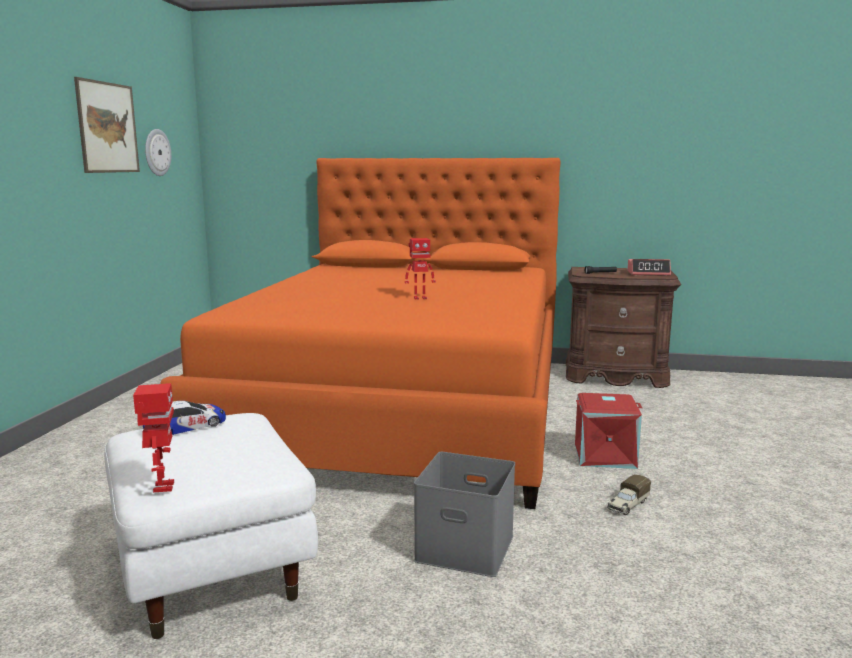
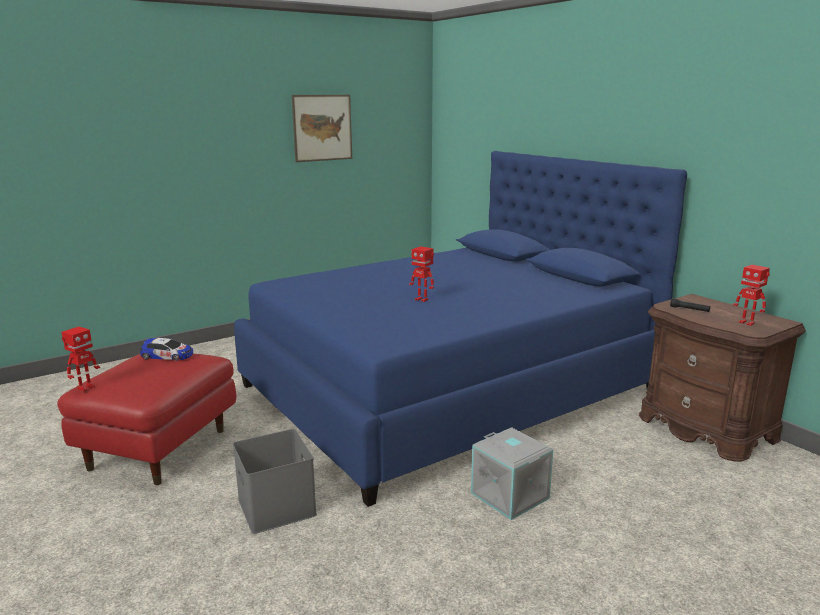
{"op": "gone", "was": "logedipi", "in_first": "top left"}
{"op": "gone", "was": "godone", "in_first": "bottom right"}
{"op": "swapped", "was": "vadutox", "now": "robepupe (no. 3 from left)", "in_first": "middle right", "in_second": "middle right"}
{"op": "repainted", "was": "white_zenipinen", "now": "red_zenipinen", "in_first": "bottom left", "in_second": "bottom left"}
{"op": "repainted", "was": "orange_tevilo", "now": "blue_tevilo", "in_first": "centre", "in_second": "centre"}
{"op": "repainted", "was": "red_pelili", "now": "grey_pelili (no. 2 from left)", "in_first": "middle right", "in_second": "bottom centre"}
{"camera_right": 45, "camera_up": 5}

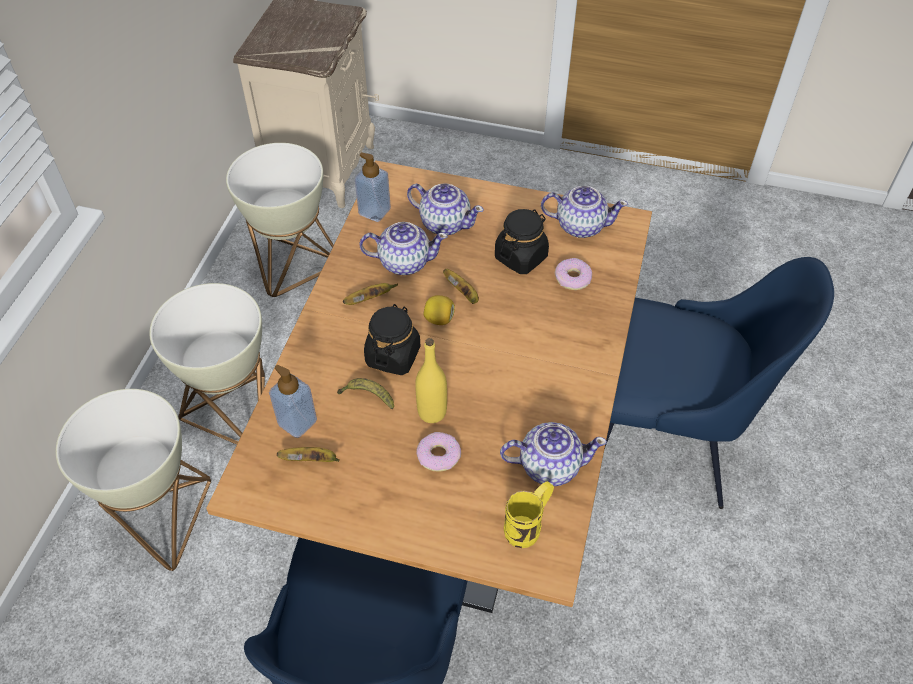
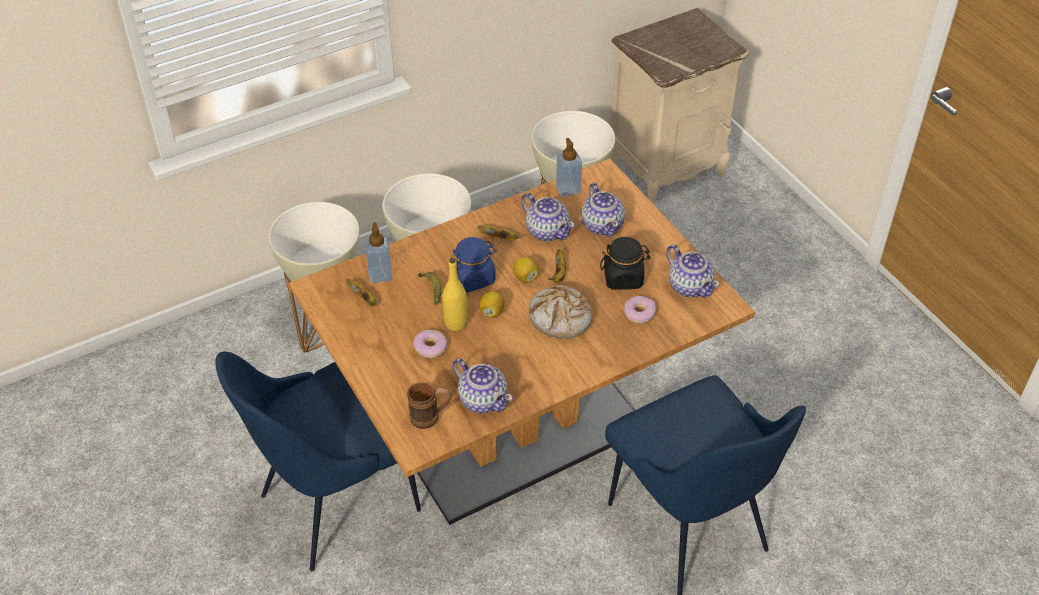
{"op": "new", "now": "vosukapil (no. 1 from left)", "in_second": "centre"}
{"op": "new", "now": "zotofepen", "in_second": "centre"}
{"op": "repainted", "was": "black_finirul (no. 1 from left)", "now": "blue_finirul", "in_first": "centre", "in_second": "centre"}
{"op": "repainted", "was": "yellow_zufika", "now": "brown_zufika", "in_first": "bottom centre", "in_second": "bottom centre"}
{"camera_right": 45, "camera_up": -5}

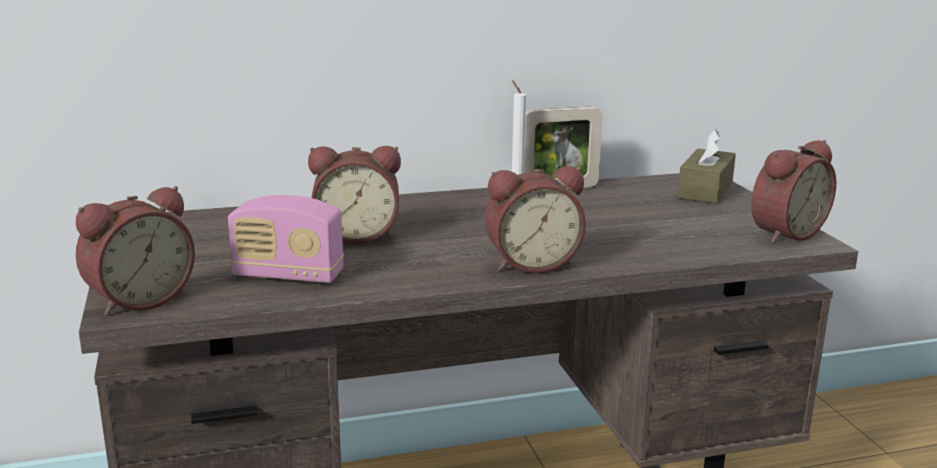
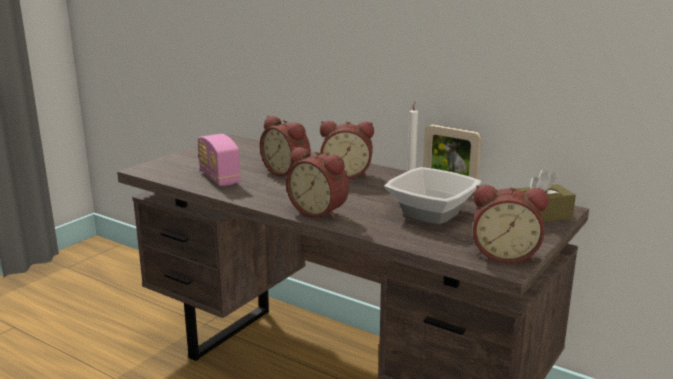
{"op": "new", "now": "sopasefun", "in_second": "centre"}
{"op": "shifted", "was": "vadutox (no. 1 from left in the first image)", "now": "vadutox (no. 3 from left)", "in_first": "middle left", "in_second": "centre"}
{"camera_right": 50, "camera_up": 0}

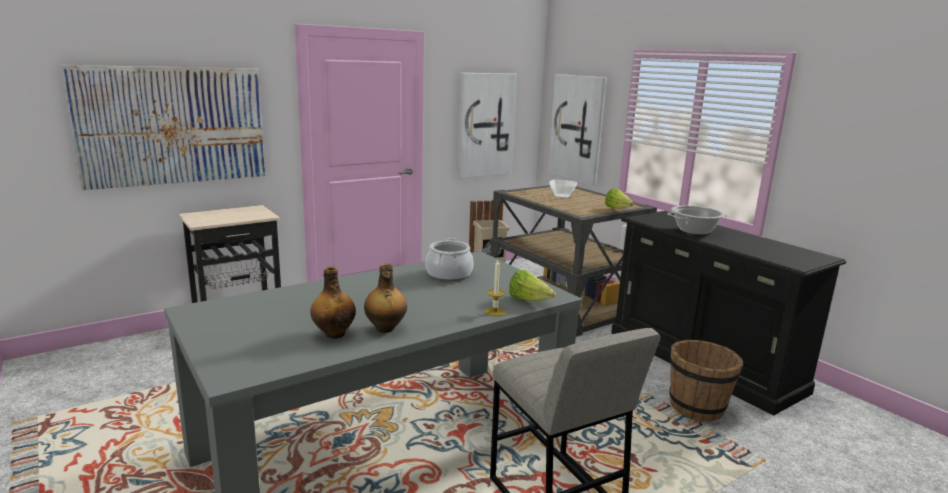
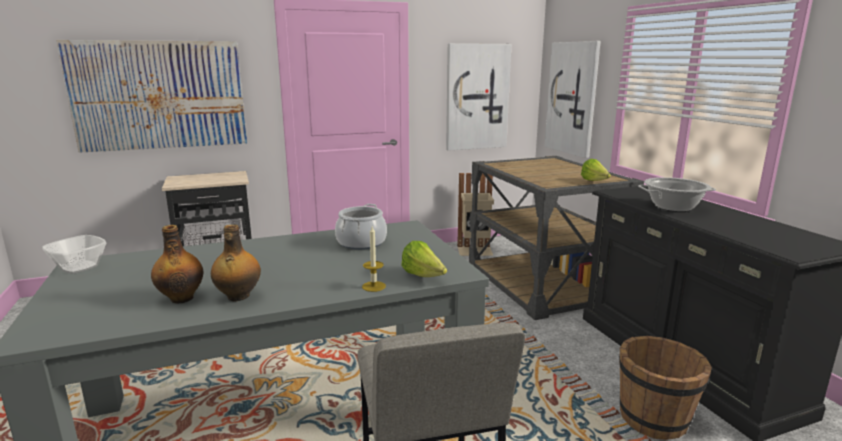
{"op": "shifted", "was": "sopasefun", "in_first": "centre", "in_second": "middle left"}
{"camera_right": 15, "camera_up": 0}

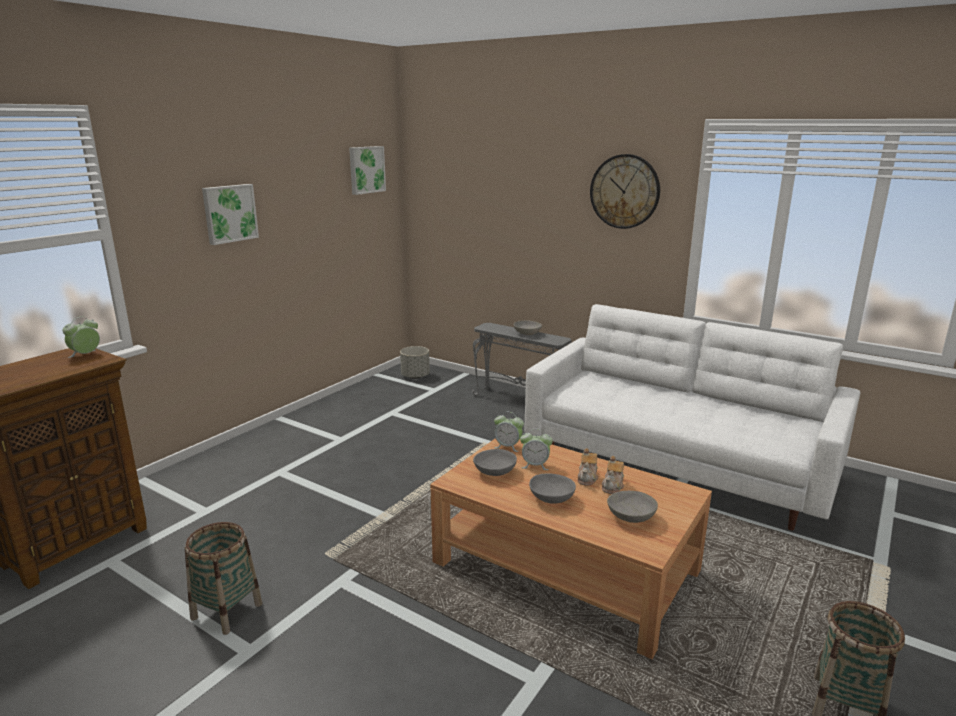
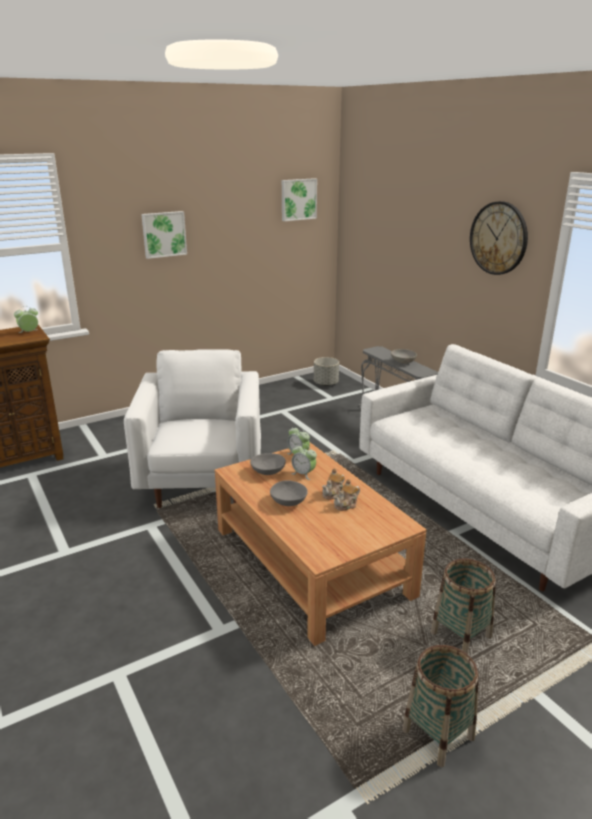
{"op": "gone", "was": "grey_sopasefun (no. 4 from left)", "in_first": "bottom centre"}
{"op": "new", "now": "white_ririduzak", "in_second": "middle left"}
{"op": "shifted", "was": "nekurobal (no. 1 from left in the first image)", "now": "nekurobal (no. 2 from left)", "in_first": "bottom left", "in_second": "bottom right"}
{"camera_right": 25, "camera_up": 5}

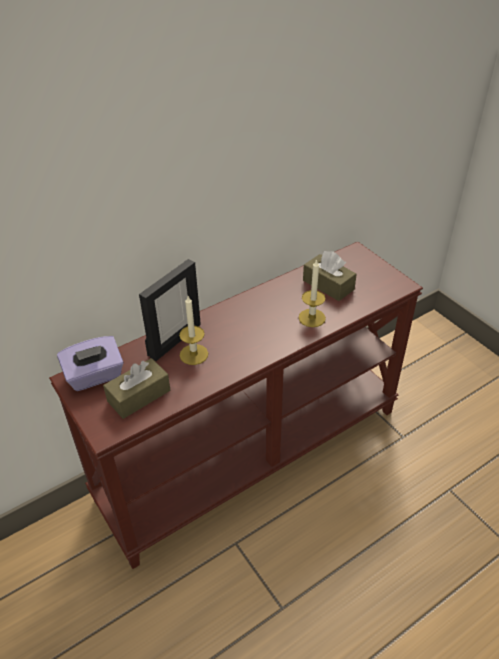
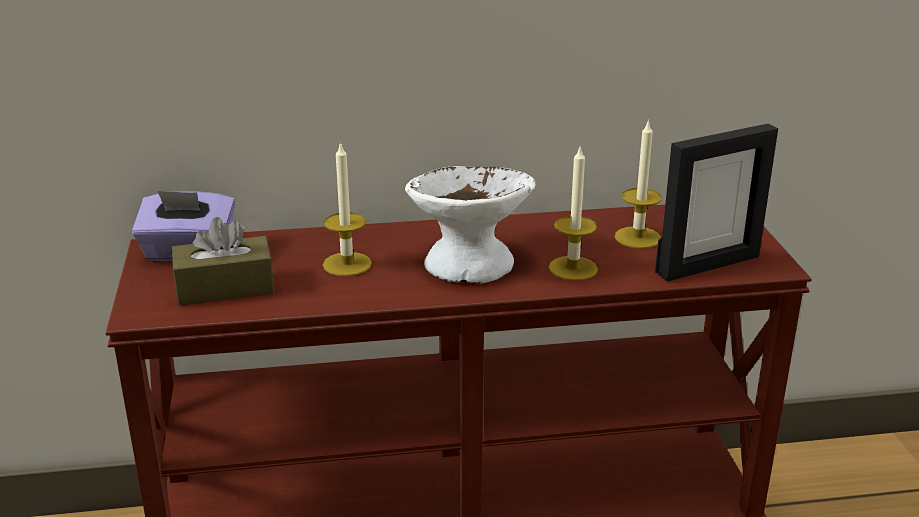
{"op": "new", "now": "white_sopasefun", "in_second": "centre"}
{"op": "shifted", "was": "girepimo", "in_first": "centre", "in_second": "middle right"}
{"op": "swapped", "was": "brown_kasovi (no. 2 from left)", "now": "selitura (no. 3 from left)", "in_first": "centre", "in_second": "middle right"}
{"camera_right": 25, "camera_up": -15}

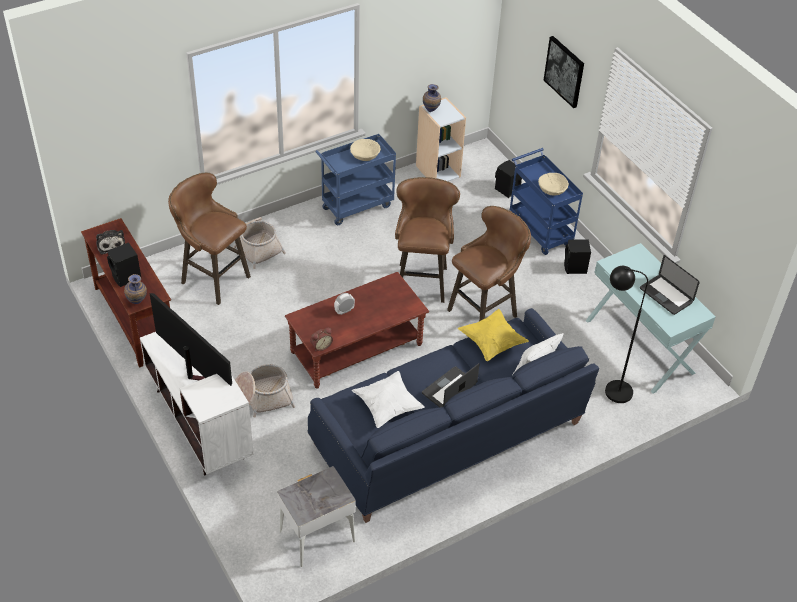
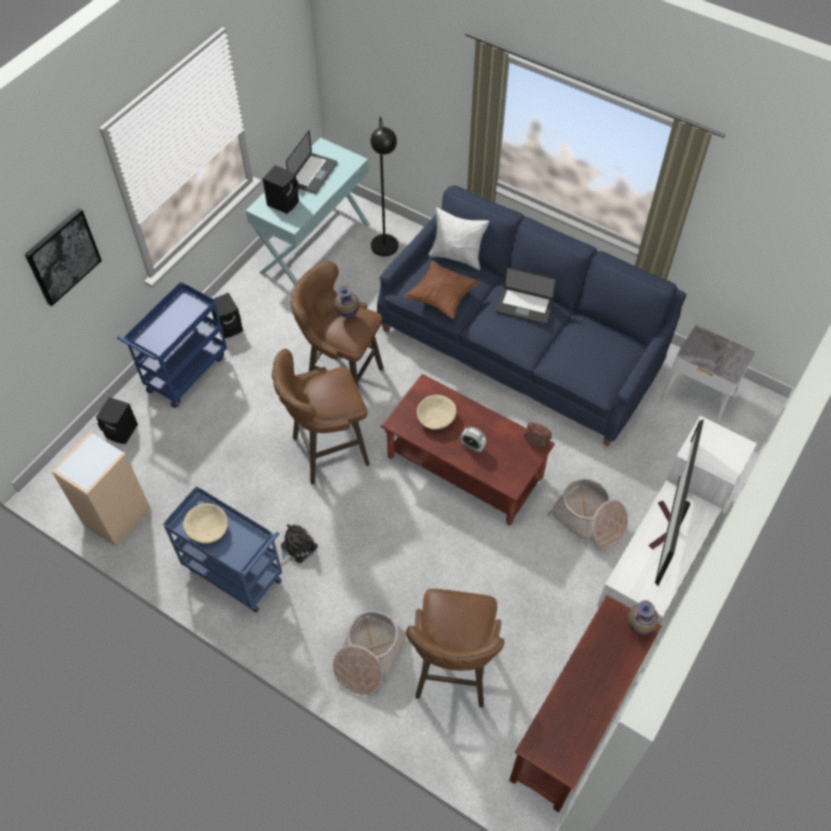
{"op": "gone", "was": "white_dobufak (no. 1 from left)", "in_first": "centre"}
{"op": "shifted", "was": "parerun", "in_first": "middle left", "in_second": "centre"}
{"op": "shifted", "was": "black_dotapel (no. 1 from left in the first image)", "now": "black_dotapel (no. 3 from left)", "in_first": "middle left", "in_second": "top centre"}
{"op": "shifted", "was": "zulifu (no. 2 from left in the first image)", "now": "zulifu (no. 1 from left)", "in_first": "top centre", "in_second": "centre"}
{"op": "shifted", "was": "beige_sopasefun (no. 2 from left)", "in_first": "top right", "in_second": "centre"}
{"op": "repainted", "was": "yellow_dobufak", "now": "brown_dobufak", "in_first": "centre", "in_second": "centre"}
{"camera_right": -115, "camera_up": 10}

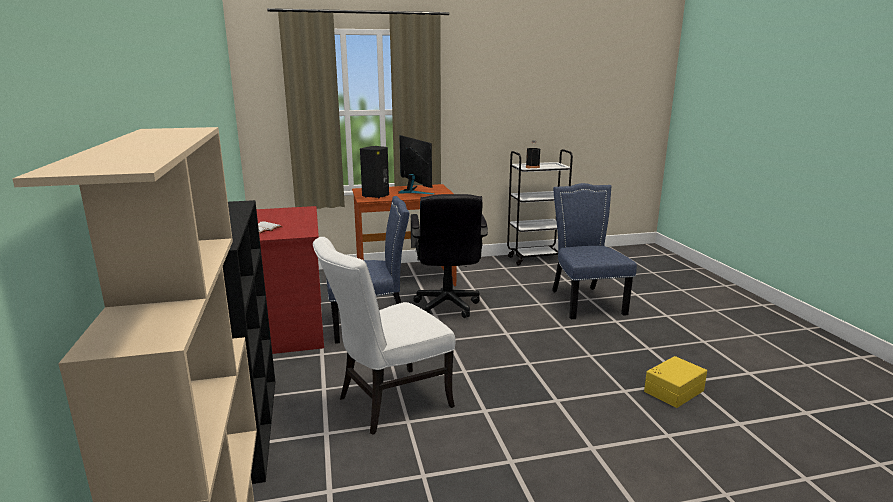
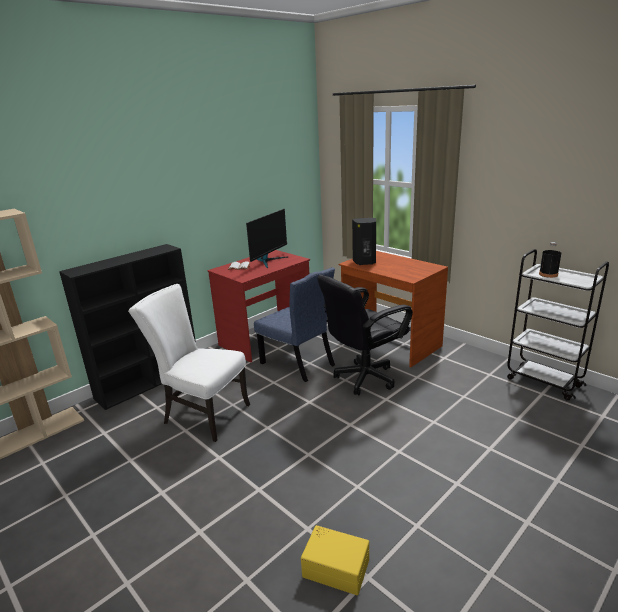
{"op": "gone", "was": "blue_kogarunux (no. 2 from left)", "in_first": "centre"}
{"op": "shifted", "was": "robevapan", "in_first": "top centre", "in_second": "centre"}
{"camera_right": 60, "camera_up": 5}

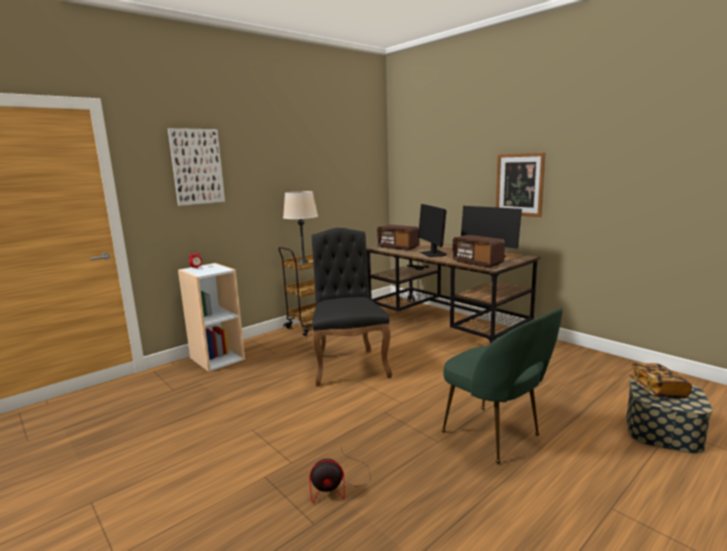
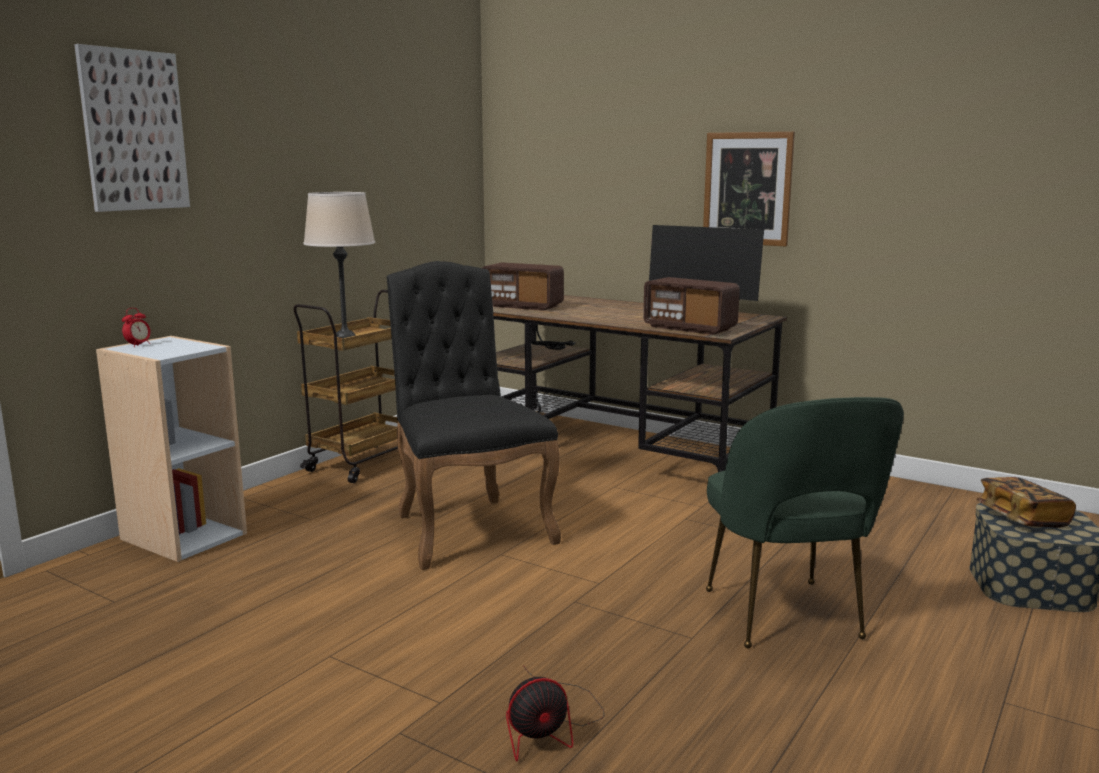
{"op": "gone", "was": "robevapan (no. 1 from left)", "in_first": "centre"}
{"op": "rotated", "was": "green_kogarunux", "in_first": "bottom right", "in_second": "bottom right", "clockwise": 45}
{"camera_right": -15, "camera_up": 0}

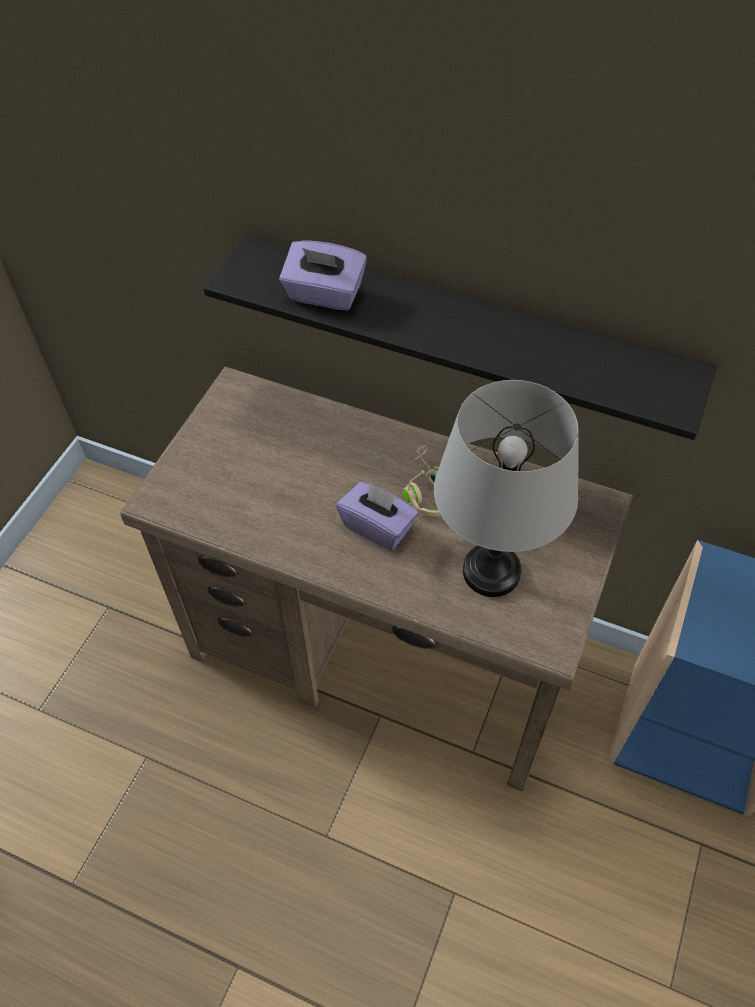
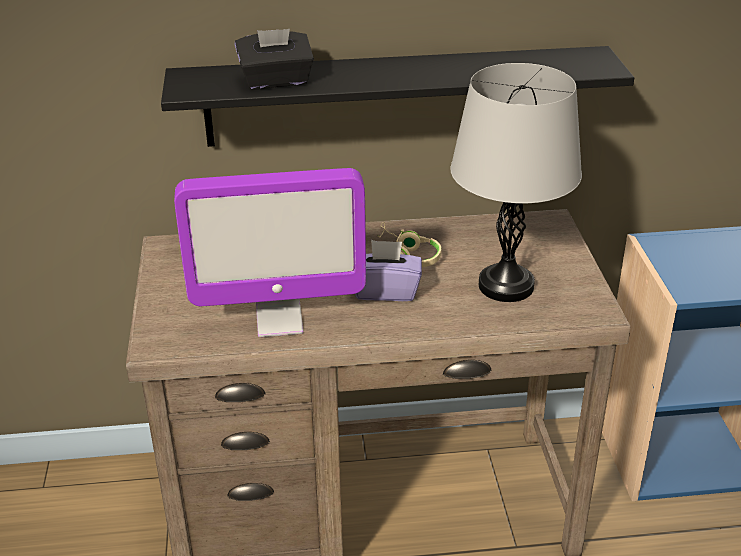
{"op": "new", "now": "robevapan", "in_second": "centre"}
{"op": "repainted", "was": "purple_kasovi (no. 1 from left)", "now": "black_kasovi", "in_first": "top centre", "in_second": "top centre"}
{"camera_right": -30, "camera_up": -20}

